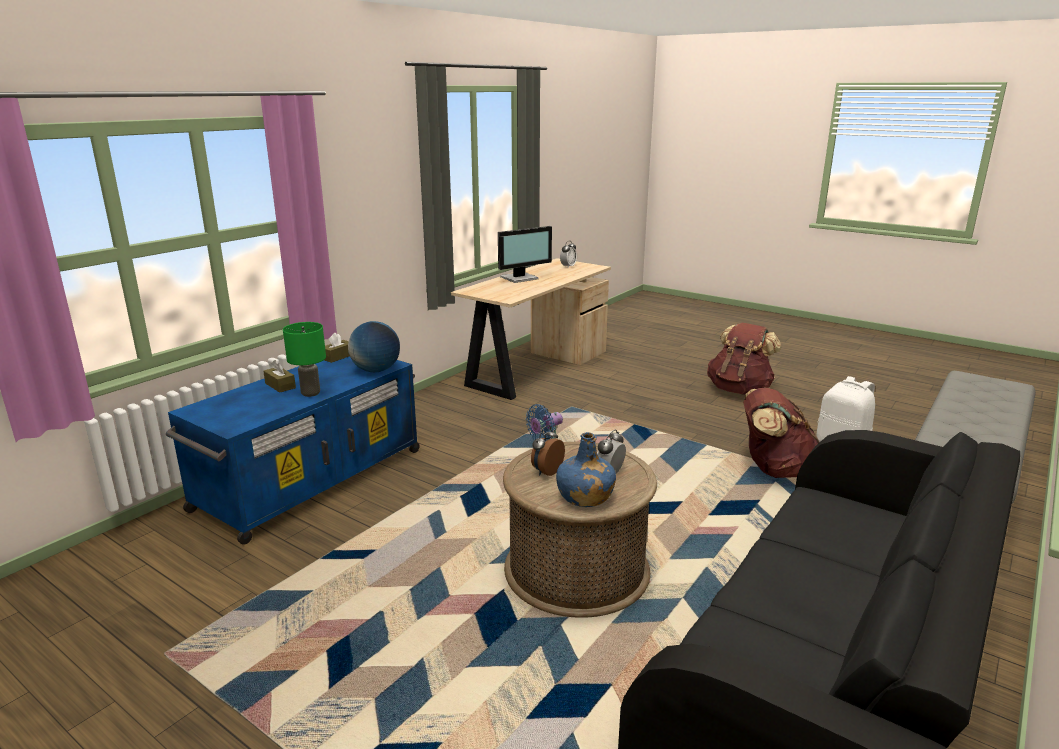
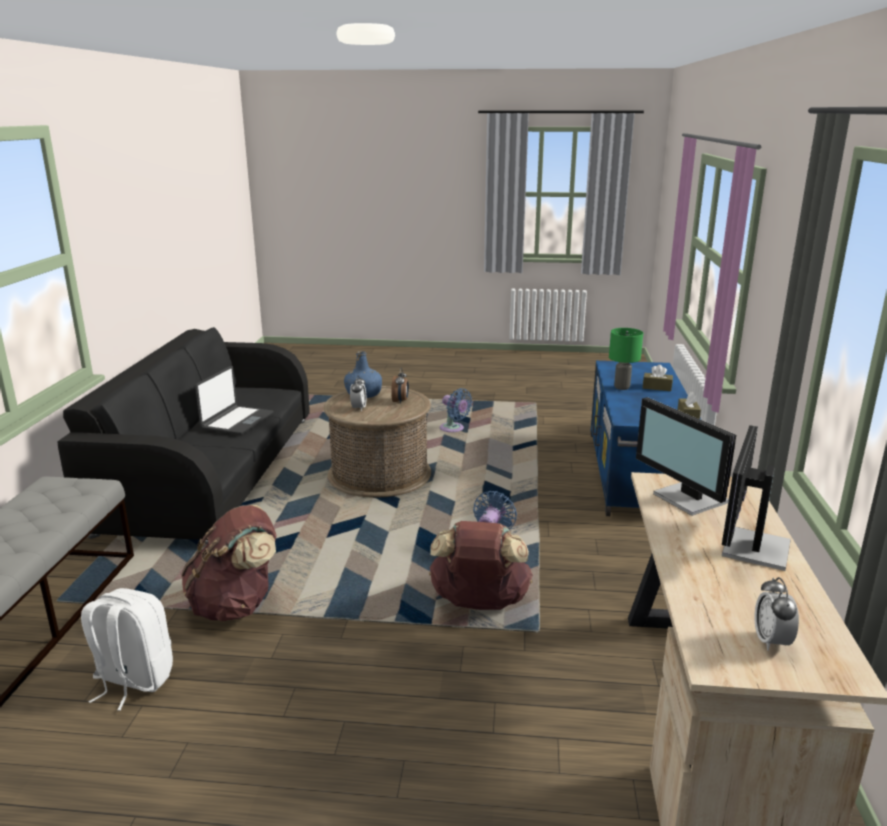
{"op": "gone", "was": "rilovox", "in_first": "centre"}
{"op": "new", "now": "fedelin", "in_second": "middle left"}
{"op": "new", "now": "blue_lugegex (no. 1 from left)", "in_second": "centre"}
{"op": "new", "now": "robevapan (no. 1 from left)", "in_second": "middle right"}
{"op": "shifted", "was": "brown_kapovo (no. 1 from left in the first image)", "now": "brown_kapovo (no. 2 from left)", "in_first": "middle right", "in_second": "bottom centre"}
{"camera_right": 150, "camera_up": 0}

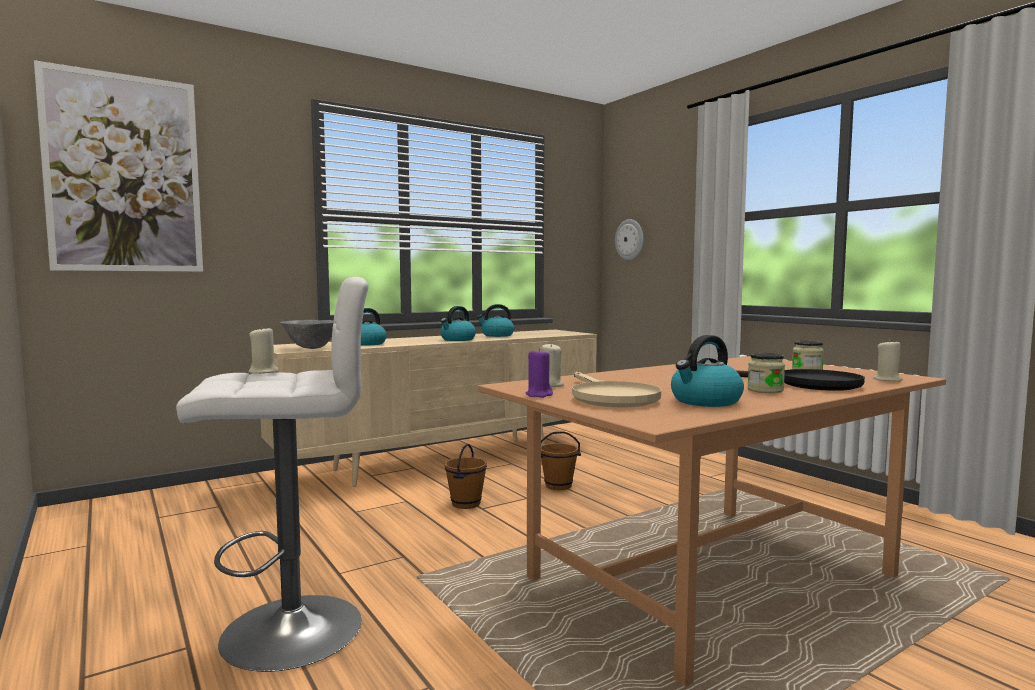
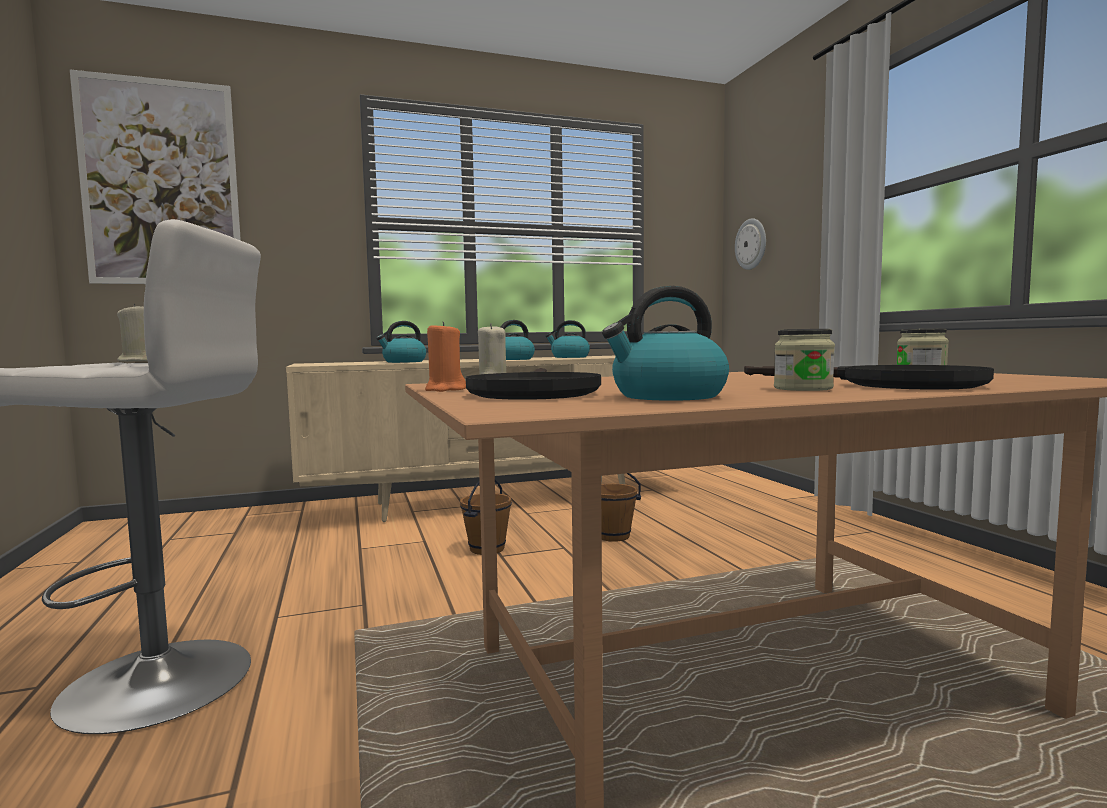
{"op": "gone", "was": "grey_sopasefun", "in_first": "middle left"}
{"op": "gone", "was": "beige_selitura (no. 3 from left)", "in_first": "middle right"}
{"op": "repainted", "was": "purple_selitura", "now": "orange_selitura", "in_first": "centre", "in_second": "centre"}
{"op": "repainted", "was": "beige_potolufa", "now": "black_potolufa (no. 1 from left)", "in_first": "centre", "in_second": "centre"}
{"camera_right": 15, "camera_up": 0}

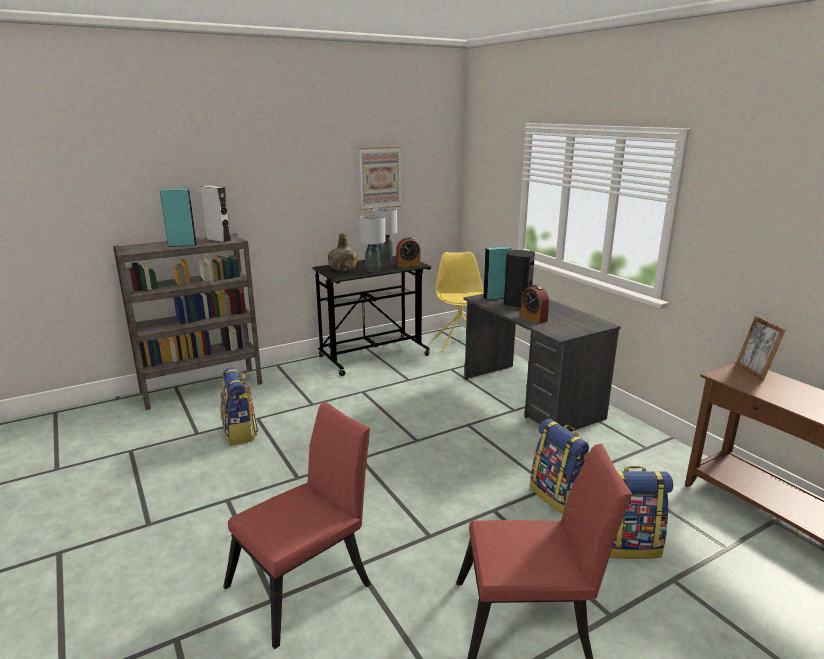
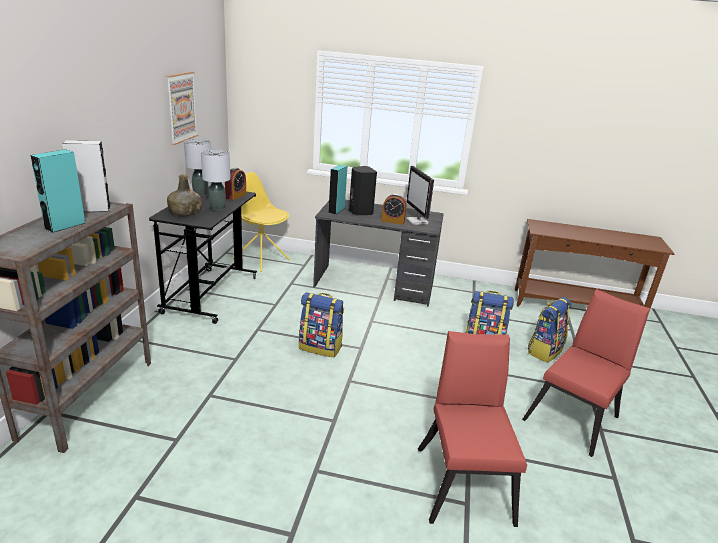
{"op": "gone", "was": "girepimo", "in_first": "middle right"}
{"op": "new", "now": "robevapan", "in_second": "centre"}
{"op": "shifted", "was": "kapovo (no. 1 from left)", "in_first": "middle left", "in_second": "centre"}
{"camera_right": -50, "camera_up": 5}

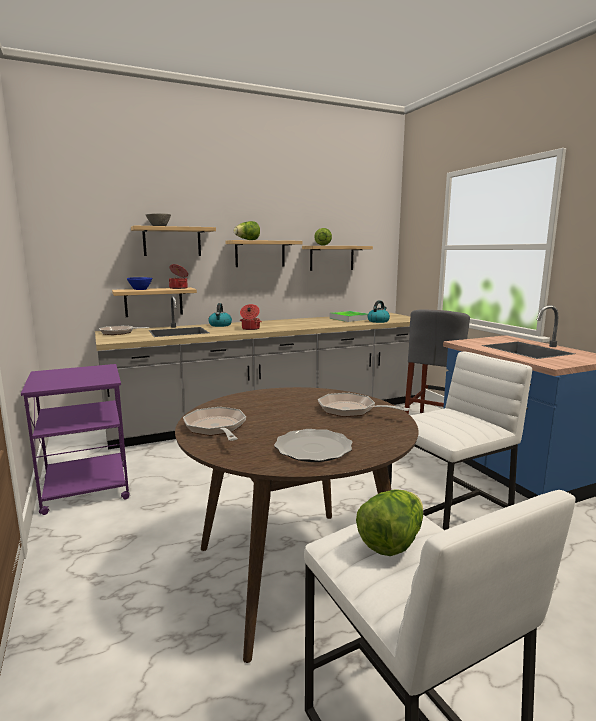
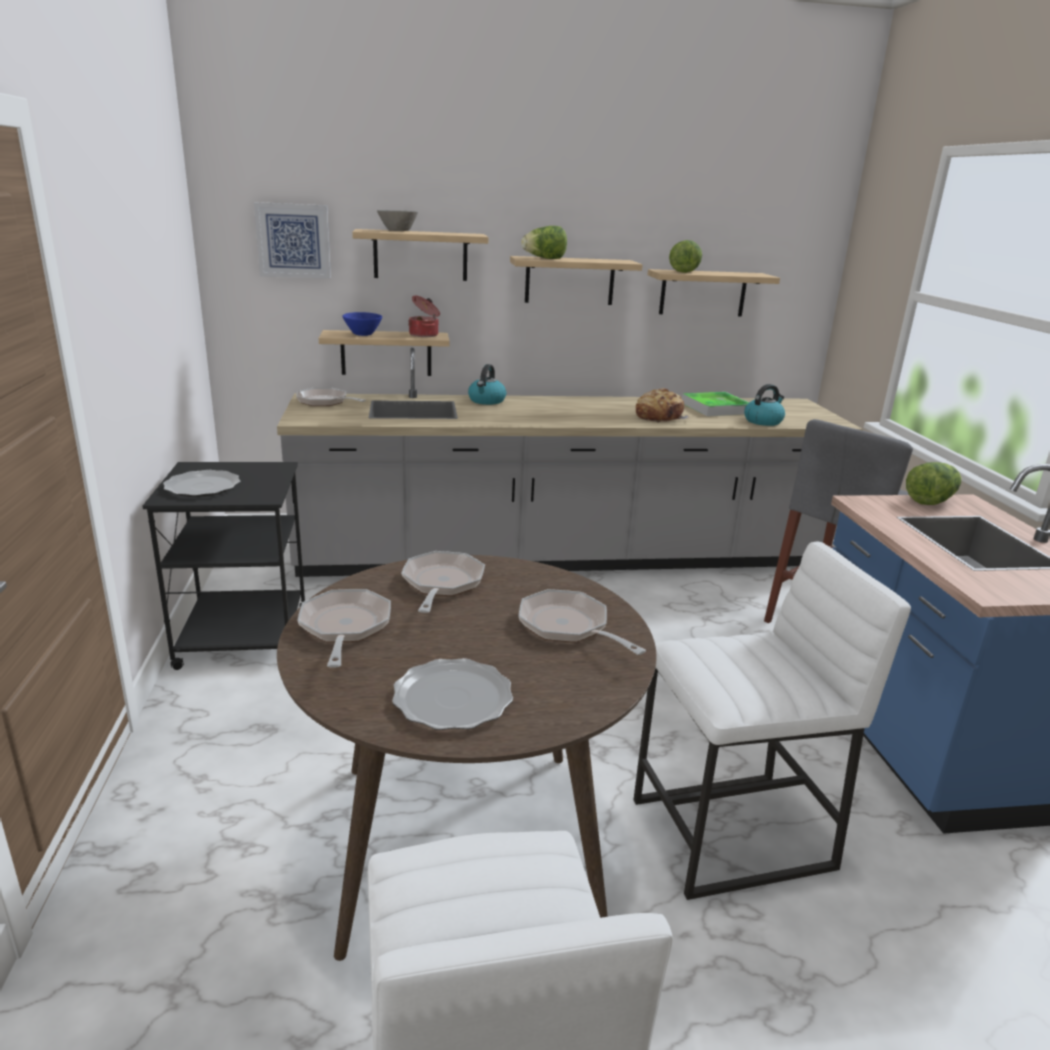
{"op": "gone", "was": "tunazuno (no. 2 from left)", "in_first": "centre"}
{"op": "new", "now": "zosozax (no. 1 from left)", "in_second": "middle left"}
{"op": "new", "now": "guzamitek", "in_second": "top left"}
{"op": "new", "now": "potolufa (no. 3 from left)", "in_second": "centre"}
{"op": "new", "now": "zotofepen", "in_second": "centre"}
{"op": "shifted", "was": "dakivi (no. 3 from left)", "in_first": "bottom centre", "in_second": "middle right"}
{"op": "repainted", "was": "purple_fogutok", "now": "black_fogutok", "in_first": "middle left", "in_second": "middle left"}
{"camera_right": 15, "camera_up": 10}

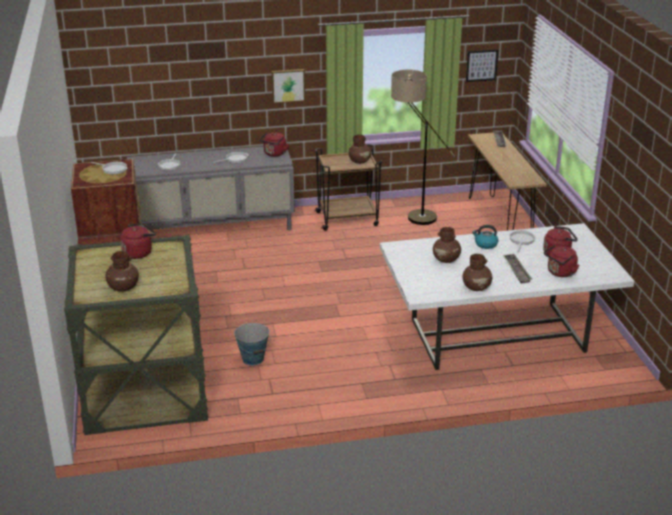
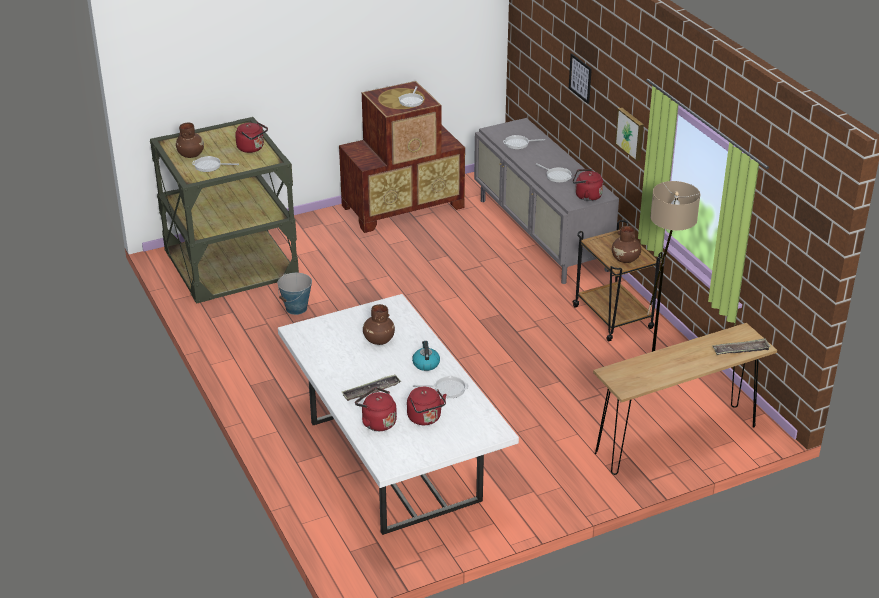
{"op": "gone", "was": "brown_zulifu (no. 4 from left)", "in_first": "middle right"}
{"op": "new", "now": "potolufa (no. 1 from left)", "in_second": "top left"}
{"op": "shifted", "was": "guzamitek (no. 2 from left in the first image)", "now": "guzamitek (no. 1 from left)", "in_first": "top right", "in_second": "top centre"}
{"camera_right": 75, "camera_up": 5}

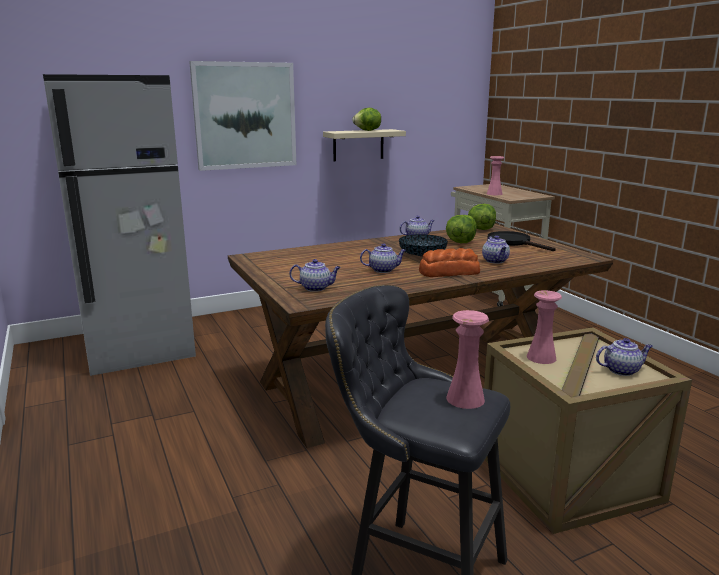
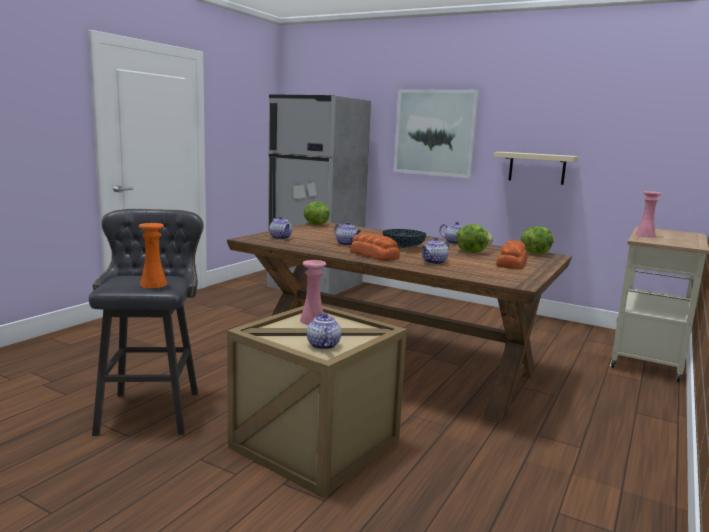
{"op": "shifted", "was": "dakivi (no. 1 from left)", "in_first": "top centre", "in_second": "centre"}
{"op": "swapped", "was": "black_potolufa", "now": "zotofepen (no. 2 from left)", "in_first": "middle right", "in_second": "middle right"}
{"op": "repainted", "was": "pink_zulifu (no. 1 from left)", "now": "orange_zulifu", "in_first": "centre", "in_second": "middle left"}
{"op": "rotated", "was": "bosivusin (no. 5 from left in the first image)", "in_first": "middle right", "in_second": "centre", "clockwise": -150}
{"camera_right": 55, "camera_up": -5}

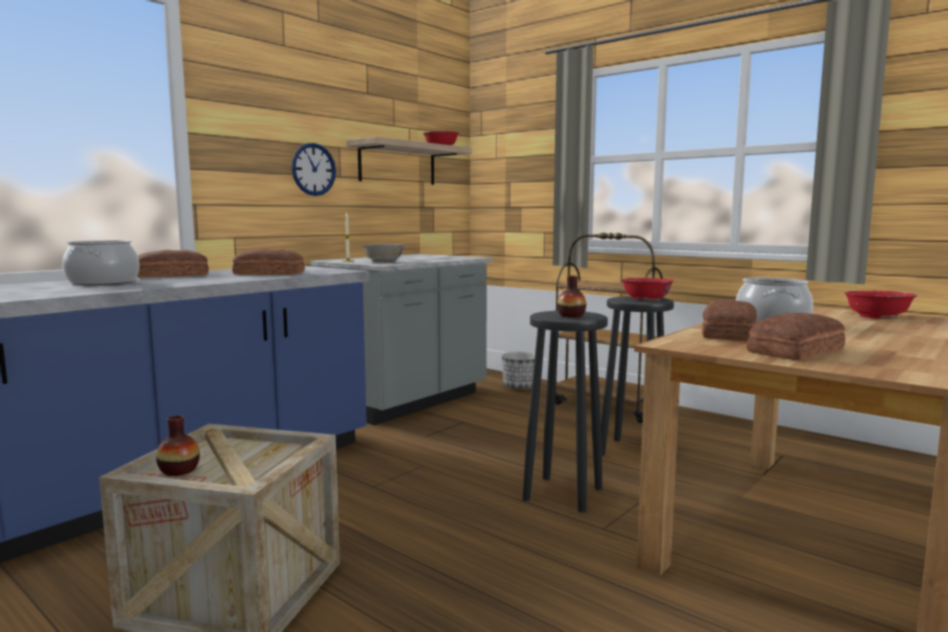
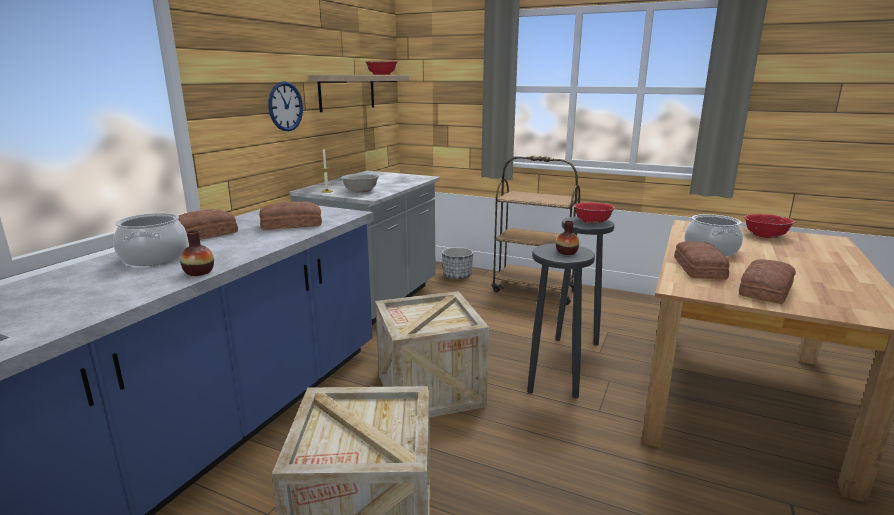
{"op": "new", "now": "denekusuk (no. 2 from left)", "in_second": "bottom centre"}
{"op": "shifted", "was": "zulifu (no. 1 from left)", "in_first": "bottom left", "in_second": "middle left"}
{"camera_right": -15, "camera_up": 10}

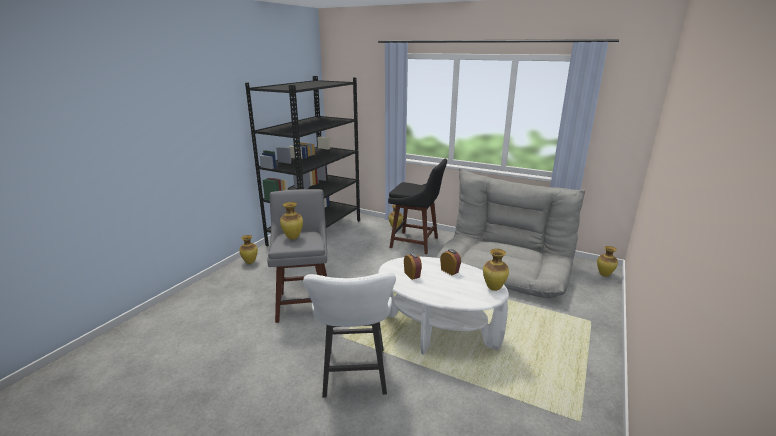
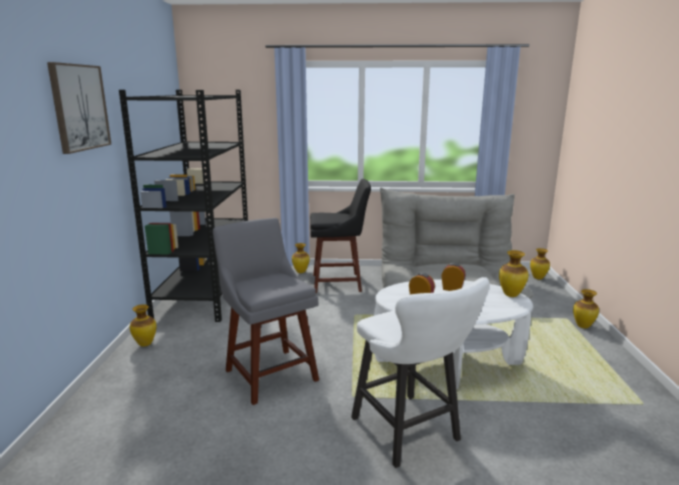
{"op": "new", "now": "guzamitek", "in_second": "top left"}
{"op": "shifted", "was": "zulifu (no. 2 from left in the first image)", "now": "zulifu (no. 5 from left)", "in_first": "centre", "in_second": "middle right"}
{"camera_right": -25, "camera_up": -5}

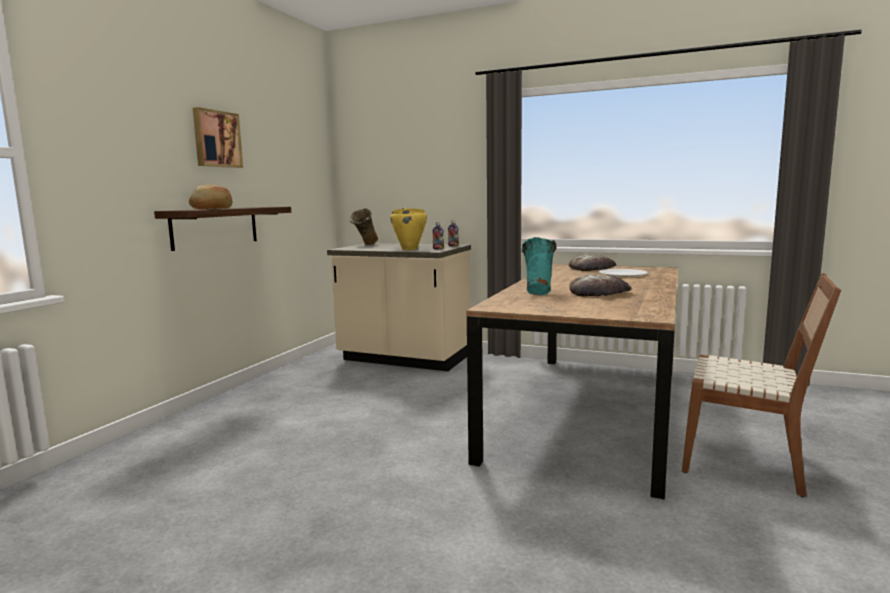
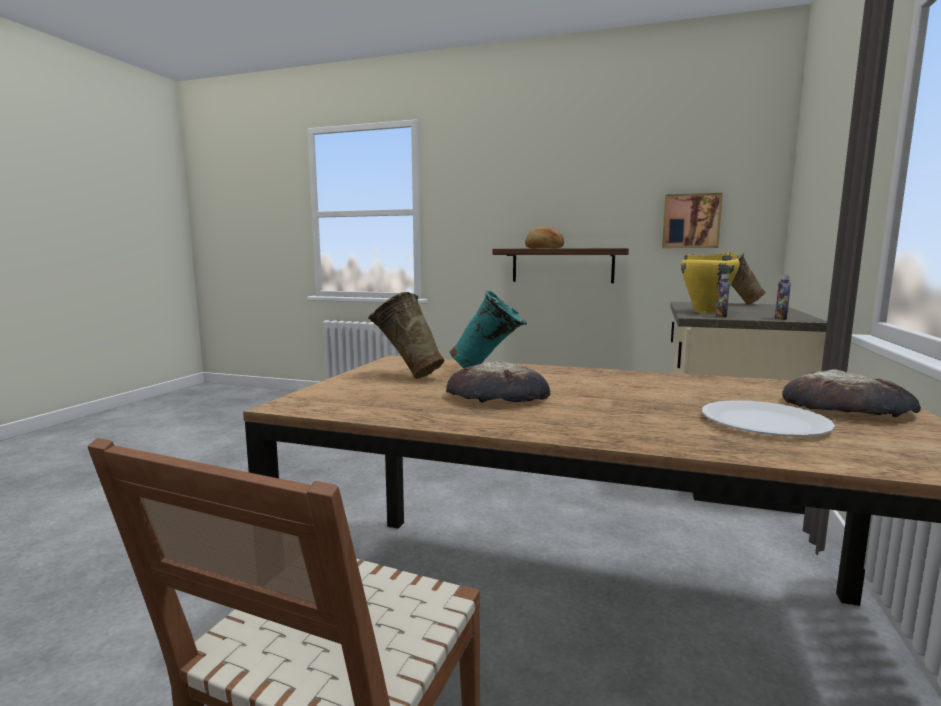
{"op": "new", "now": "beige_zulifu (no. 1 from left)", "in_second": "centre"}
{"op": "shifted", "was": "guzamitek", "in_first": "top left", "in_second": "top right"}
{"camera_right": 85, "camera_up": 0}

